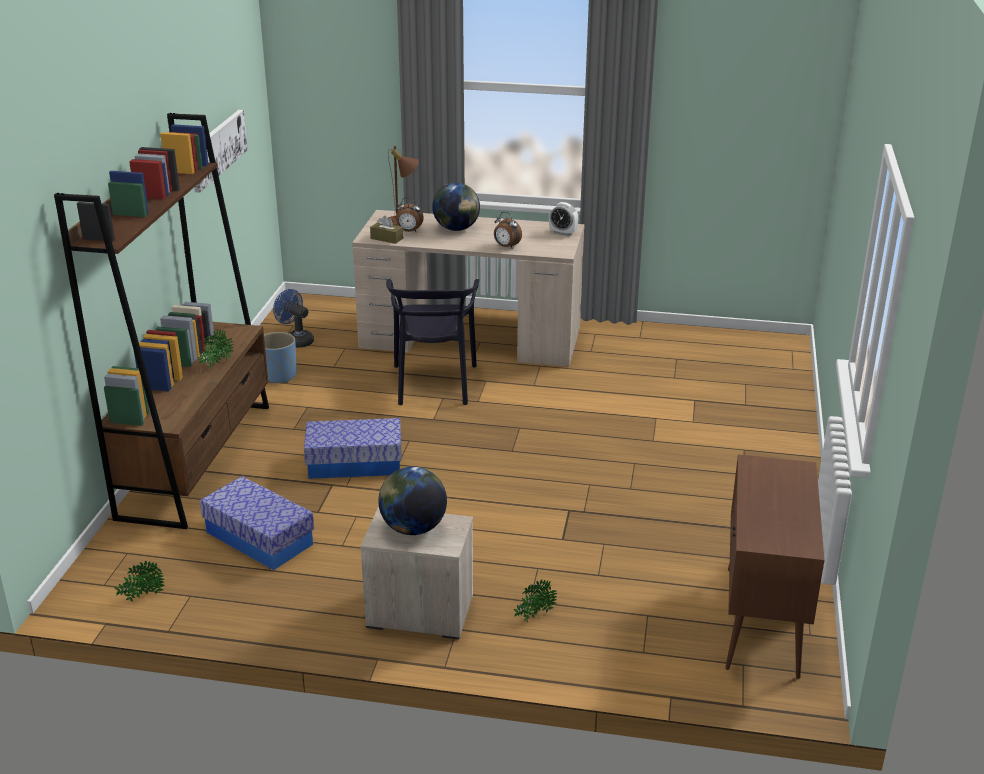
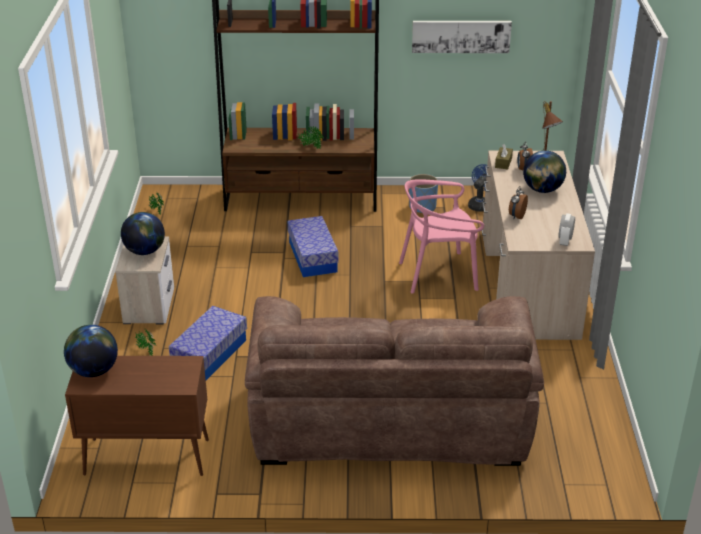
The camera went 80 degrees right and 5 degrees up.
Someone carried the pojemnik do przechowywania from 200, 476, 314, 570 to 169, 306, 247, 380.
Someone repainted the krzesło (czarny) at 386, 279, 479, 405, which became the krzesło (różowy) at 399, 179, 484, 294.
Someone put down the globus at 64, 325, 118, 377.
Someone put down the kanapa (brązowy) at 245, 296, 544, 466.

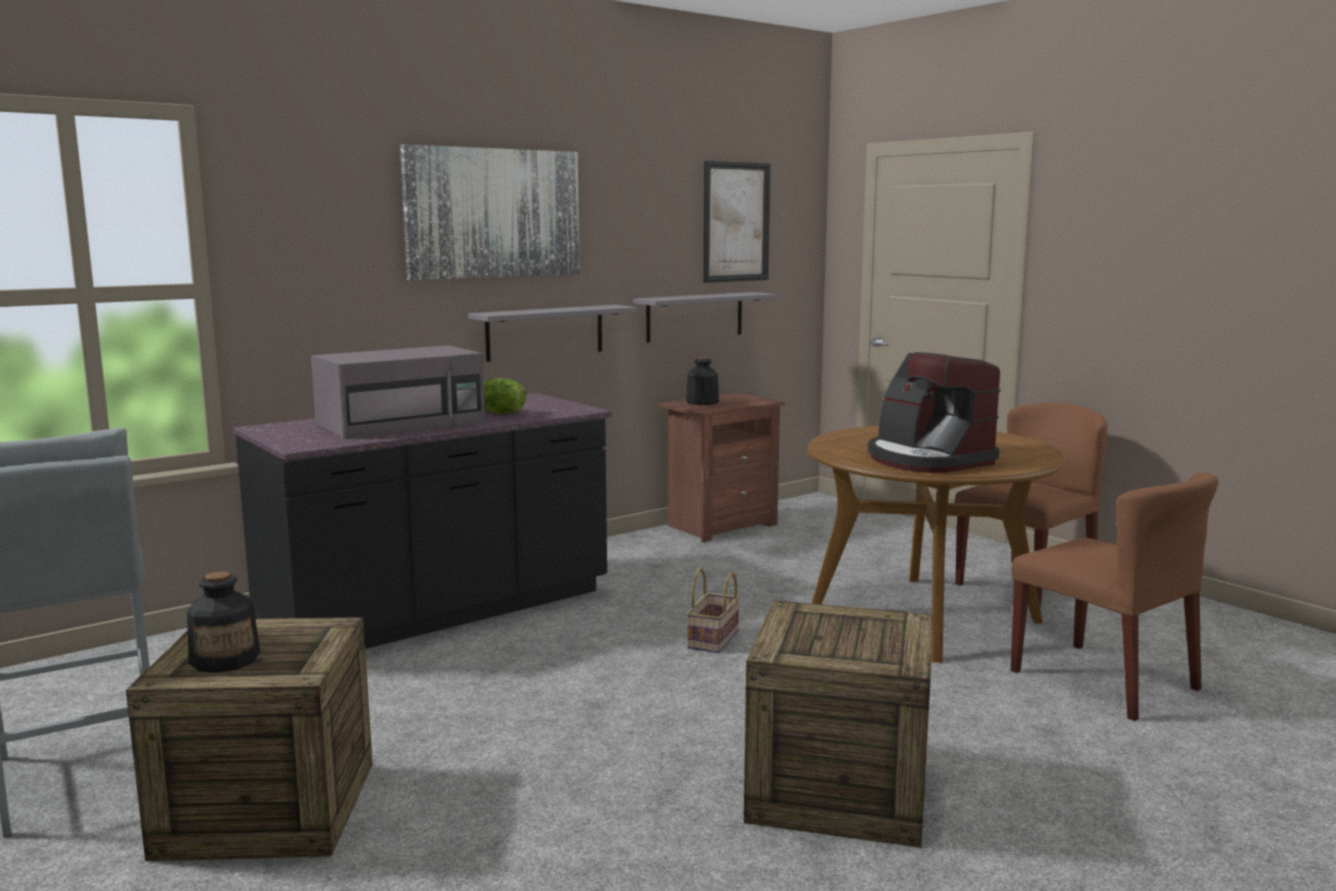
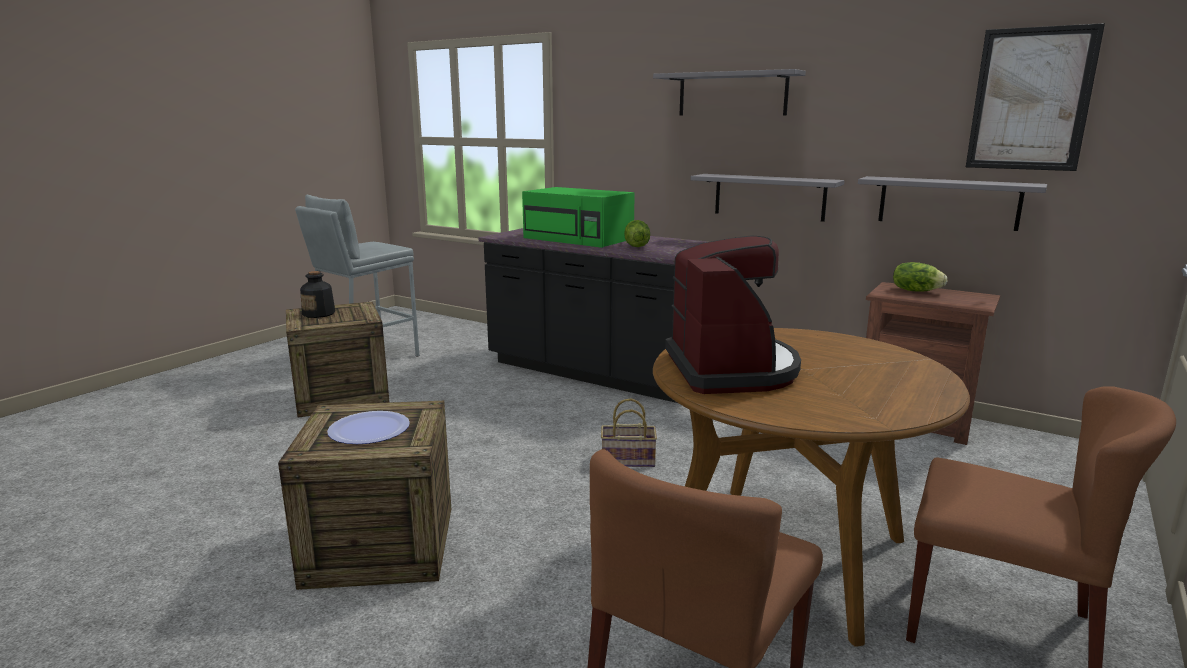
The camera went 70 degrees right and 5 degrees up.
Someone repainted the mikrofalówka (szary) at 311, 345, 485, 439, which became the mikrofalówka (zielony) at 522, 187, 635, 248.
Someone swapped the obraz at 400, 144, 580, 280 for the półka (szary) at 653, 69, 806, 116.
Someone swapped the butelka at 686, 357, 719, 405 for the sałata at 893, 262, 948, 292.
Someone rotated the ekspres do kawy at 868, 352, 1001, 473 by 135 degrees clockwise.
Someone put down the talerz at 327, 411, 410, 444.

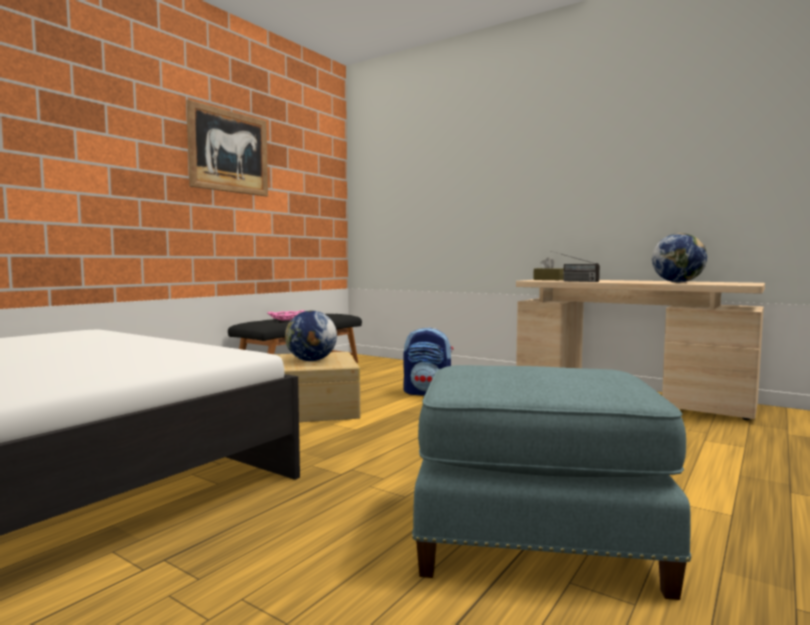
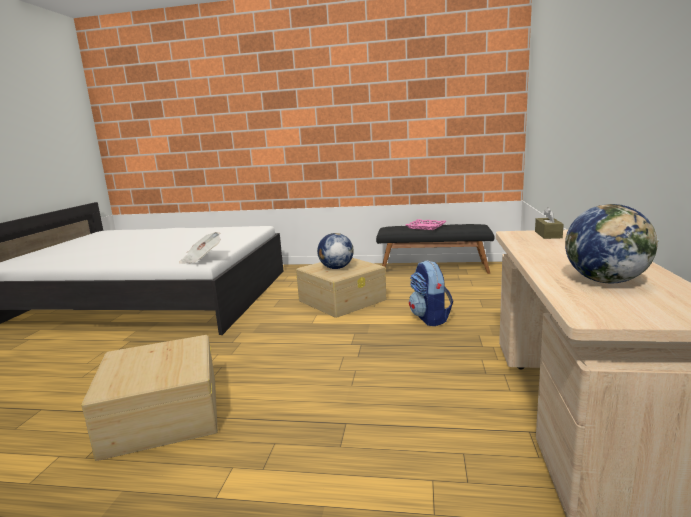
The camera went 65 degrees right and 10 degrees up.
Someone took away the obraz at 186, 100, 268, 196.
Someone swapped the pufa (niebieski) at 412, 365, 691, 600 for the pojemnik do przechowywania (beżowy) at 81, 335, 218, 461.
Someone took away the radio at 551, 251, 600, 282.
Someone put down the gazeta at 179, 232, 221, 264.

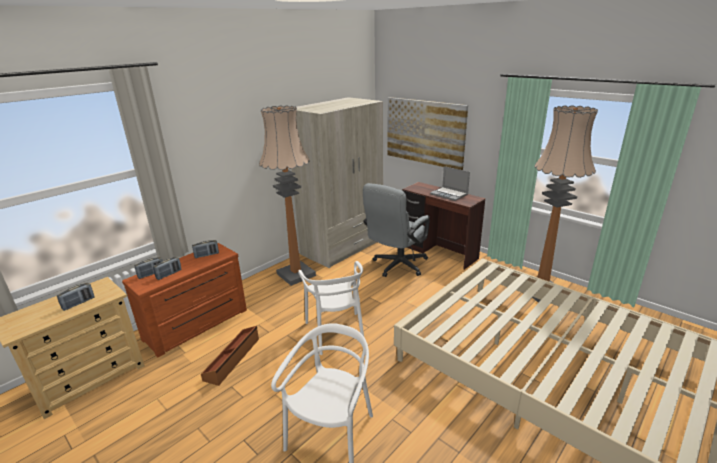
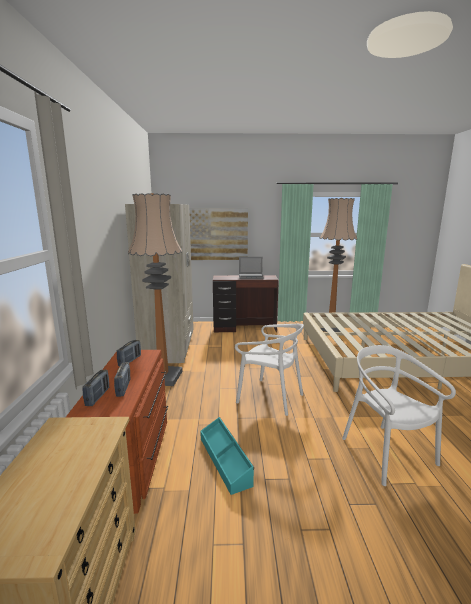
The camera went 45 degrees left and 10 degrees down.
Someone took away the radio at 57, 283, 95, 311.
Someone repainted the pojemnik do przechowywania (brązowy) at 201, 326, 259, 386, which became the pojemnik do przechowywania (turkusowy) at 200, 417, 254, 495.
Someone took away the krzesło biurowe (szary) at 363, 183, 430, 277.

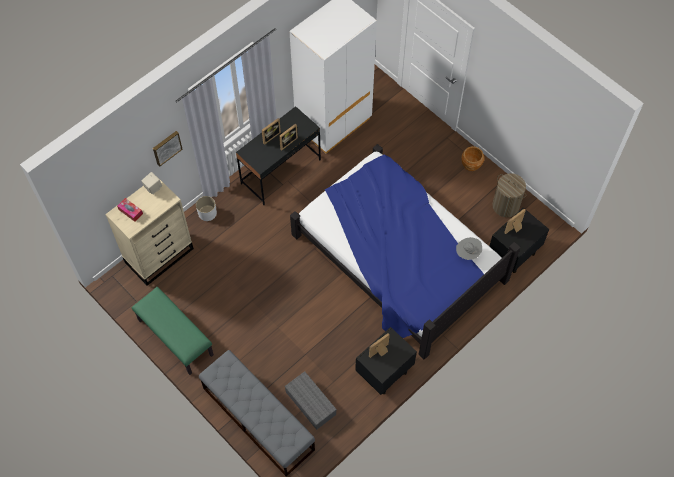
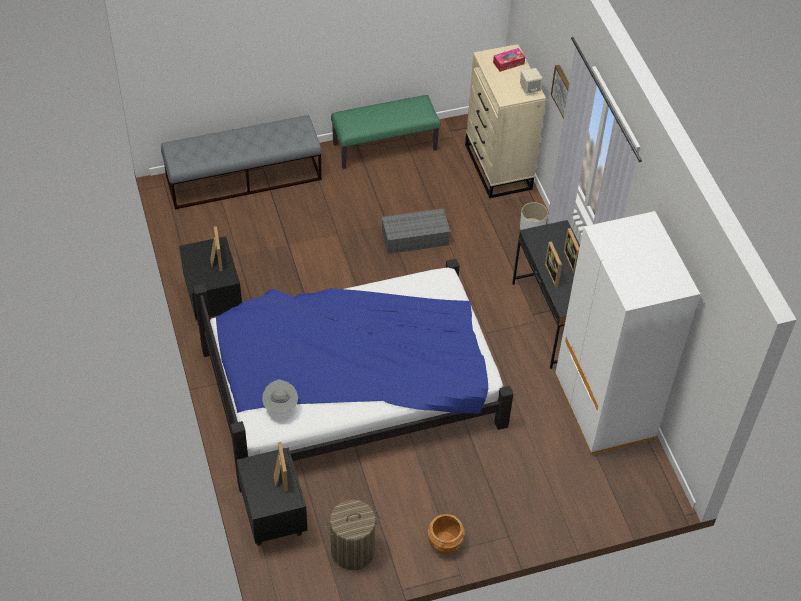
The camera went 115 degrees right and 10 degrees down.
Someone carried the pojemnik do przechowywania (szary) from 285, 371, 337, 430 to 382, 208, 450, 254.

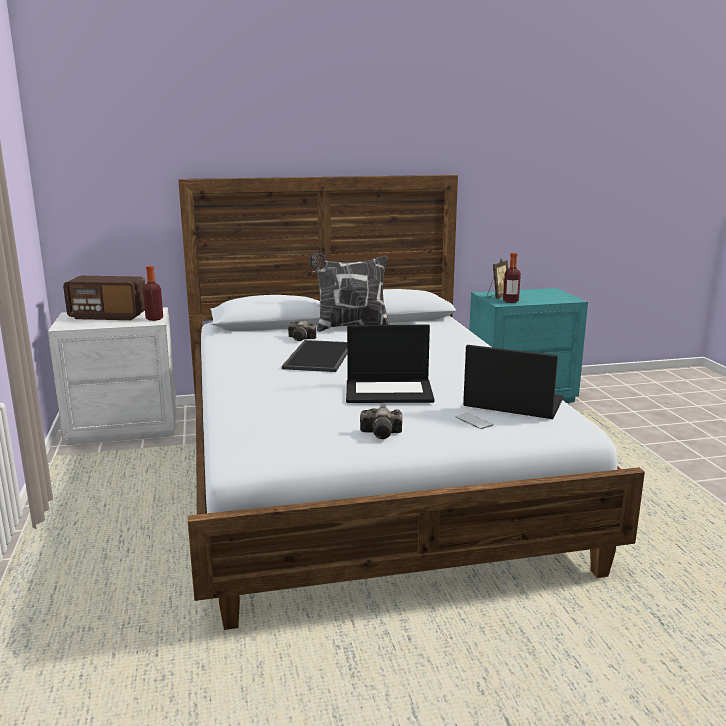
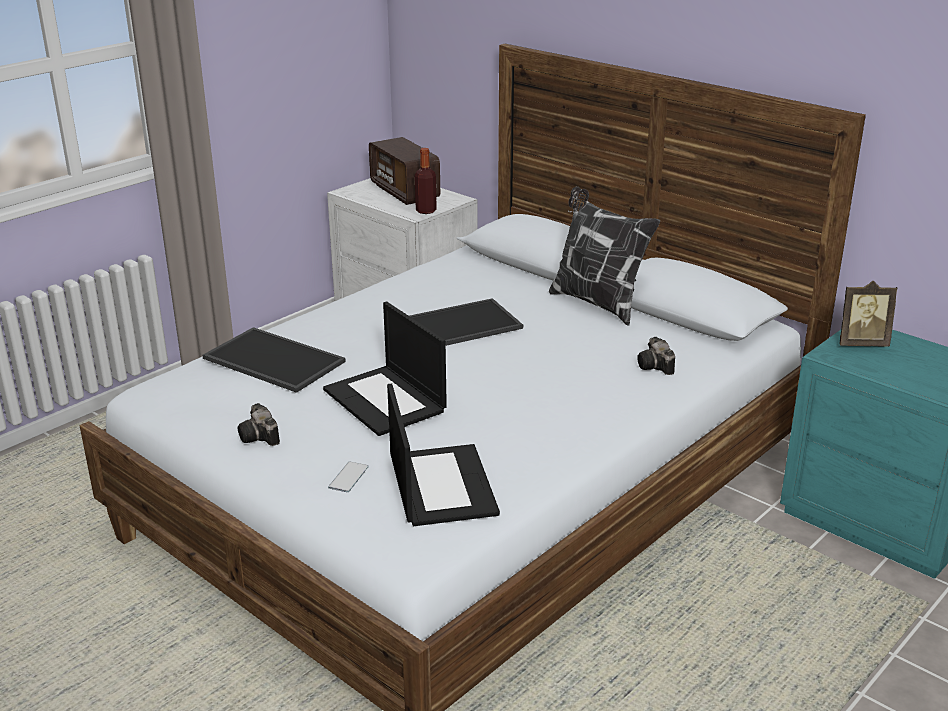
The camera went 55 degrees right and 10 degrees up.
Someone carried the aparat fotograficzny from 288, 320, 316, 341 to 637, 337, 675, 375.
Someone took away the butelka at 503, 253, 521, 303.
Someone put down the taca at 202, 327, 346, 393.

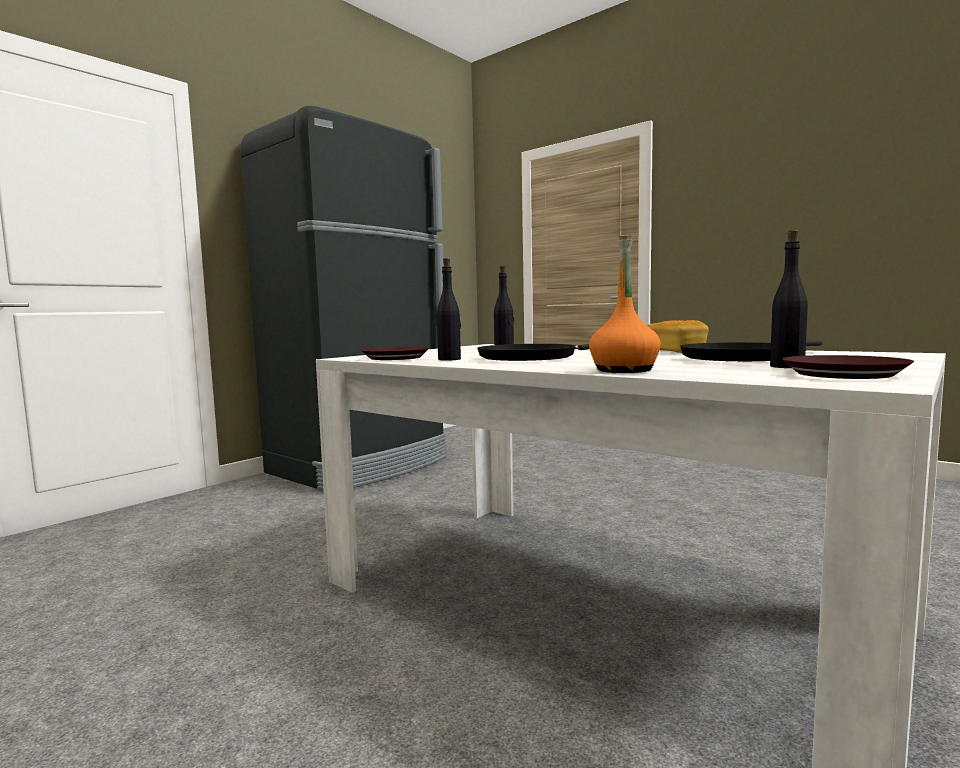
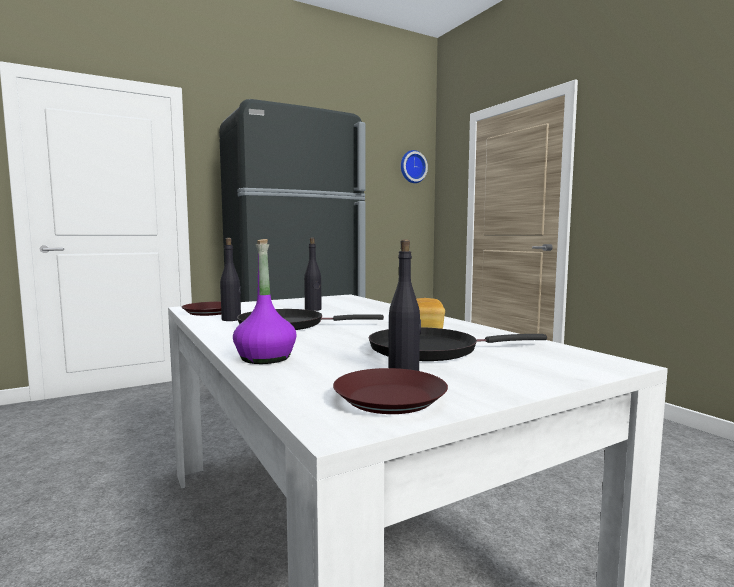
The camera went 20 degrees right and 0 degrees up.
Someone repainted the butelka (pomarańczowy) at 589, 235, 661, 373, which became the butelka (fioletowy) at 233, 239, 296, 364.
Someone put up the zegar ścienny at 401, 150, 428, 183.

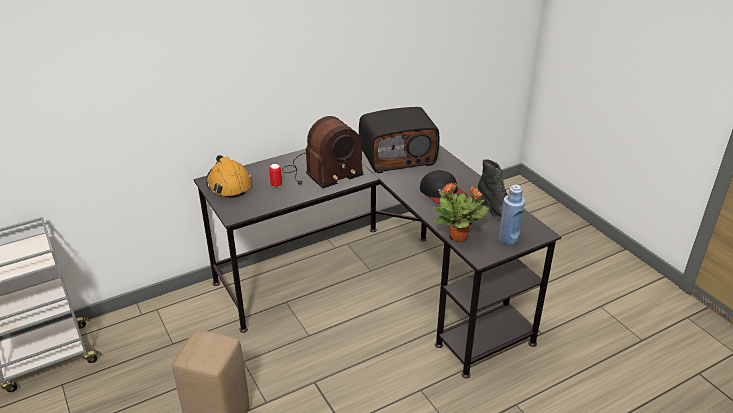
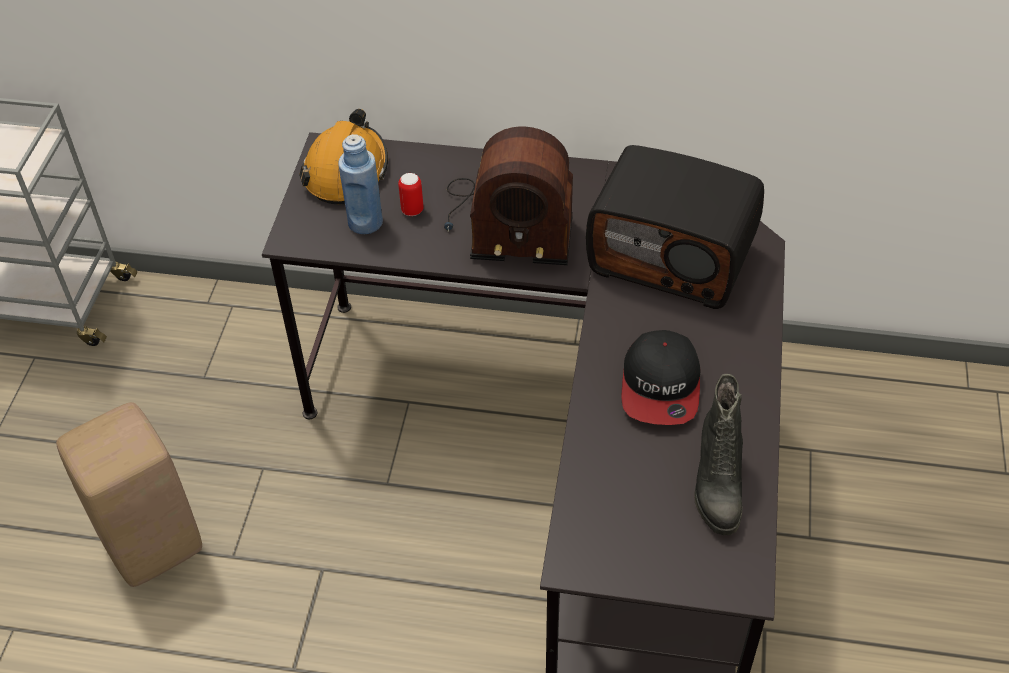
The camera went 40 degrees right and 15 degrees up.
Someone took away the roślina doniczkowa at 433, 182, 489, 242.
Someone carried the butelka (niebieski) from 499, 185, 525, 245 to 338, 134, 383, 235.

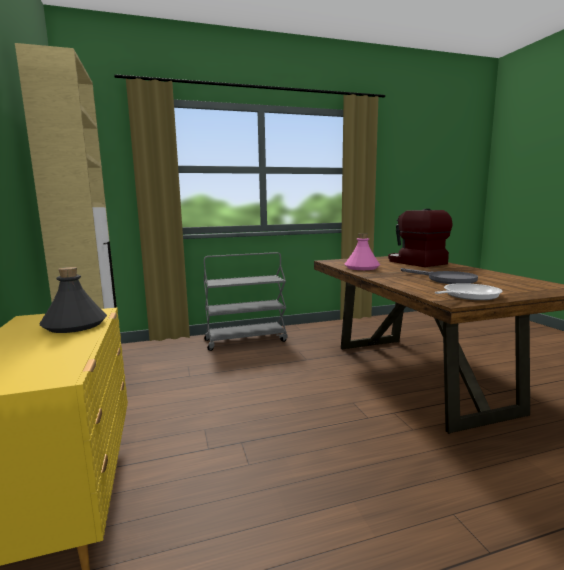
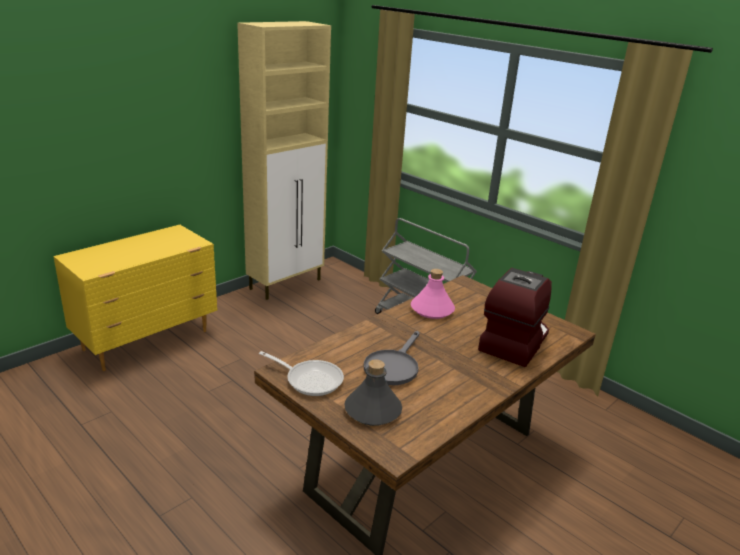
The camera went 60 degrees right and 15 degrees up.
Someone carried the butelka (szary) from 39, 267, 107, 333 to 344, 359, 402, 426.

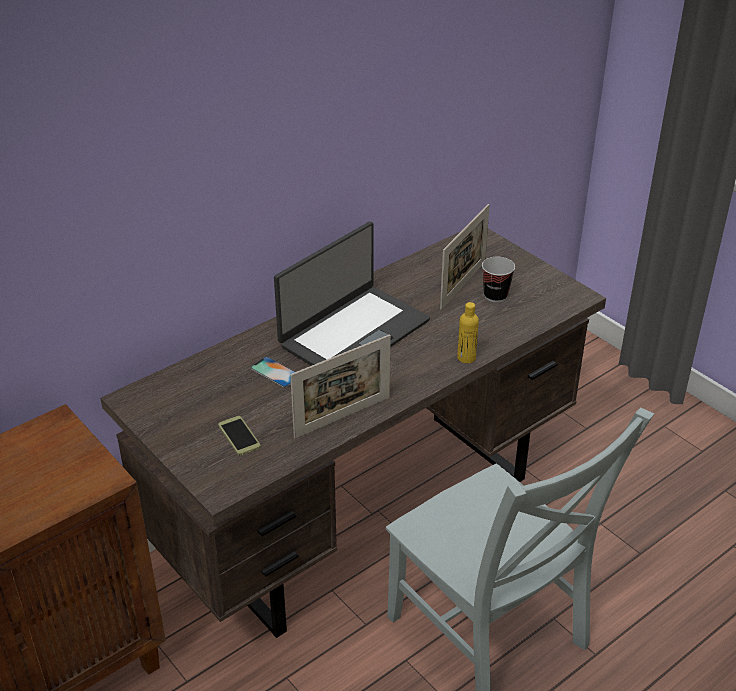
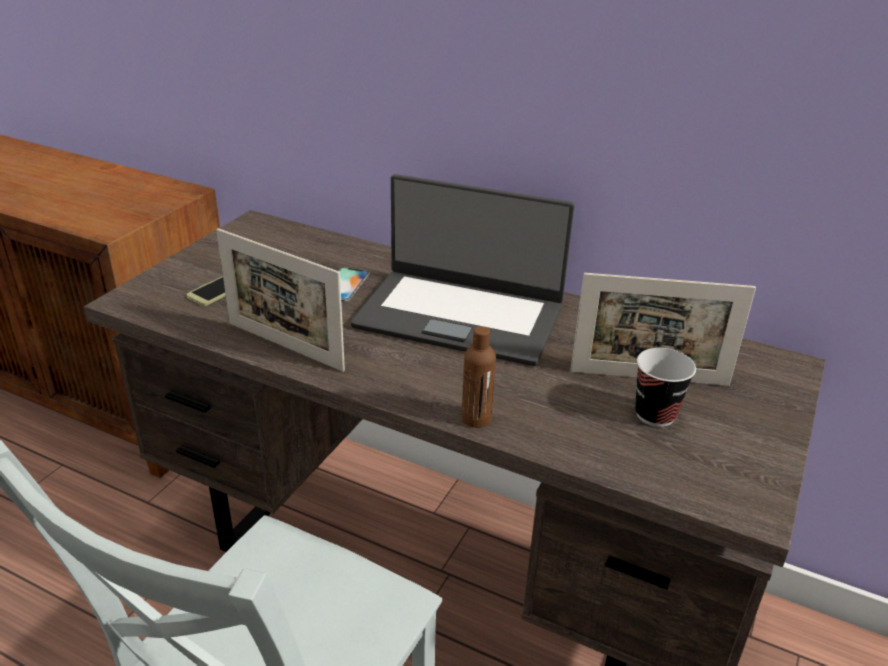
The camera went 65 degrees right and 5 degrees down.
Someone repainted the butelka (żółty) at 457, 302, 479, 363, which became the butelka (brązowy) at 462, 326, 496, 428.

